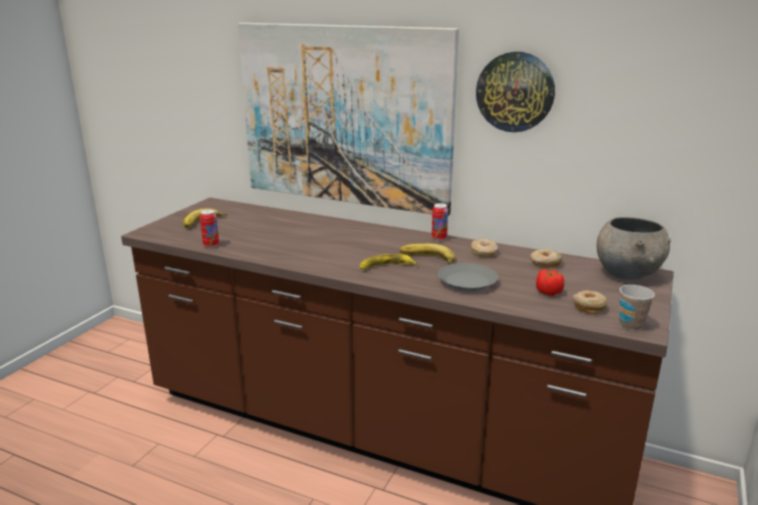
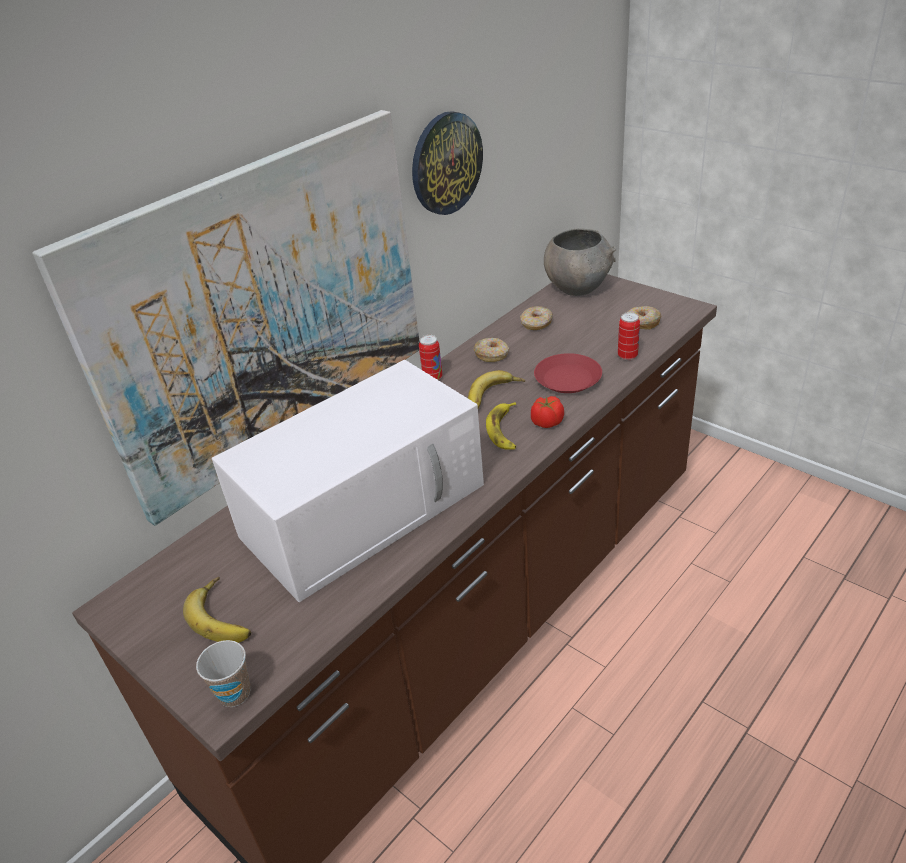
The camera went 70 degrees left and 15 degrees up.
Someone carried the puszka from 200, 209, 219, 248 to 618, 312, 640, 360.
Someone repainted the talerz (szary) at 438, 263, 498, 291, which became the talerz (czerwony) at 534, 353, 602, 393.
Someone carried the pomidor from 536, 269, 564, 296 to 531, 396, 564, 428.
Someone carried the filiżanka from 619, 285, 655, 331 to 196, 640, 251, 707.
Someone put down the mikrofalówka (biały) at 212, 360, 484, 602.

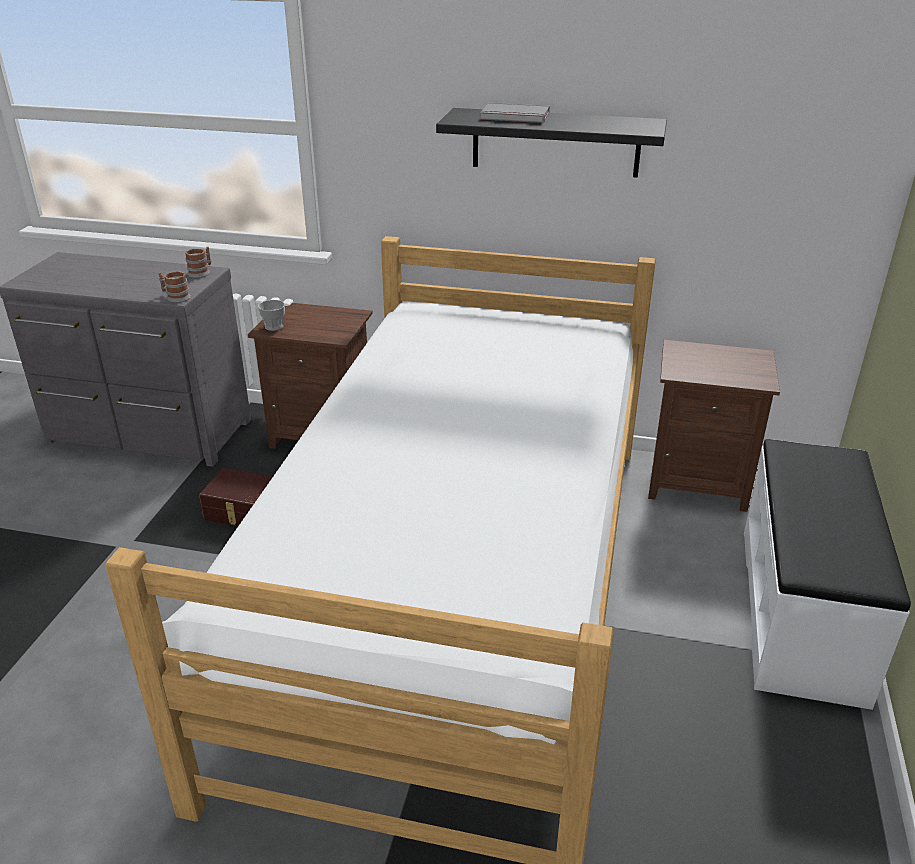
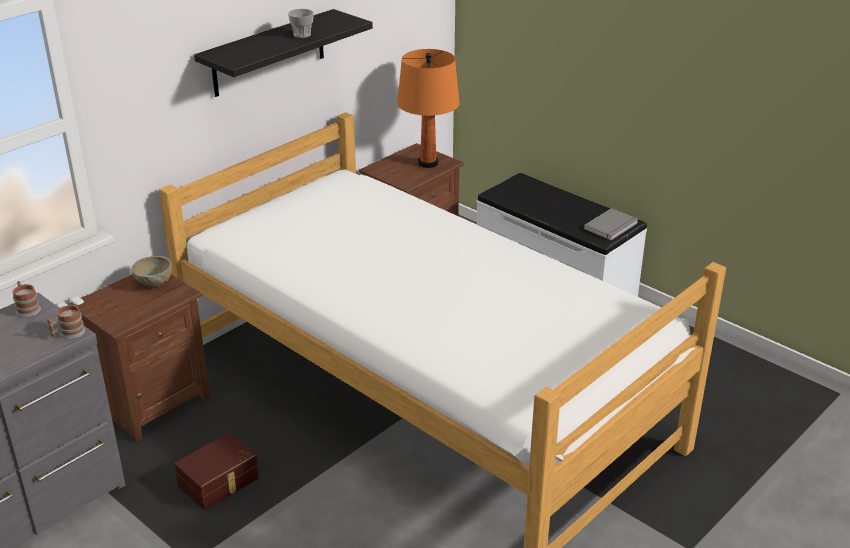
The camera went 60 degrees left and 0 degrees up.
Someone carried the filiżanka from 258, 300, 285, 331 to 288, 9, 314, 38.
Someone carried the książka (szary) from 480, 103, 550, 123 to 584, 208, 638, 240.
Someone put down the miska (beżowy) at 132, 256, 172, 287.
Someone put down the lampa stołowa (pomarańczowy) at 397, 49, 460, 168.

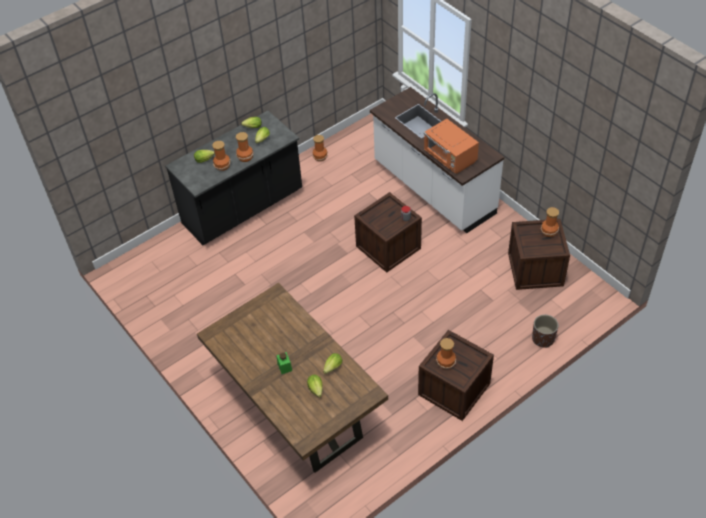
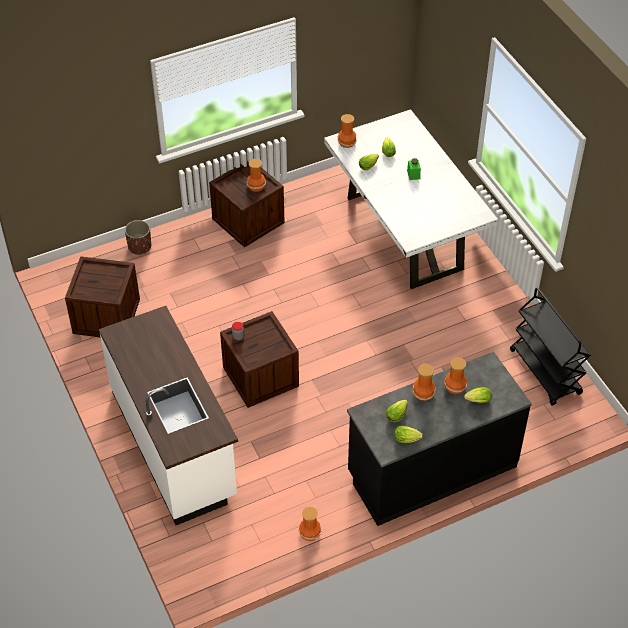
The camera went 170 degrees left and 0 degrees up.
Someone repainted the stół jadalny (brązowy) at 197, 283, 388, 473, which became the stół jadalny (biały) at 324, 109, 498, 289.
Someone took away the mikrofalówka (pomarańczowy) at 424, 119, 479, 174.
Someone carried the wazon from 541, 207, 559, 237 to 338, 114, 357, 148.
Someone put down the wózek (czarny) at 510, 288, 591, 406.

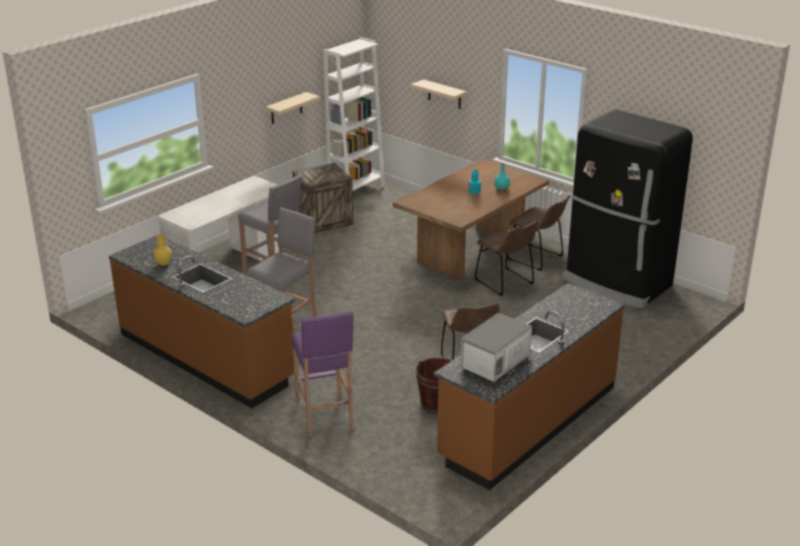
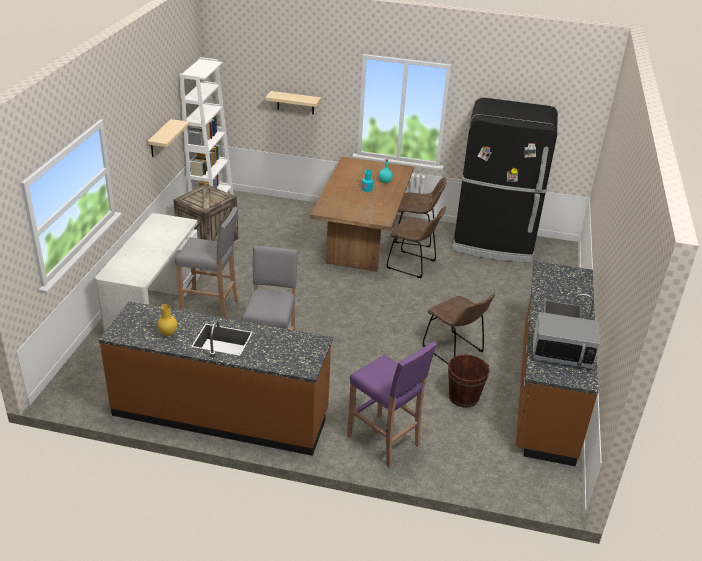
The camera went 30 degrees left and 5 degrees up.
Someone rotated the mikrofalówka at 461, 313, 532, 382 by 90 degrees counterclockwise.

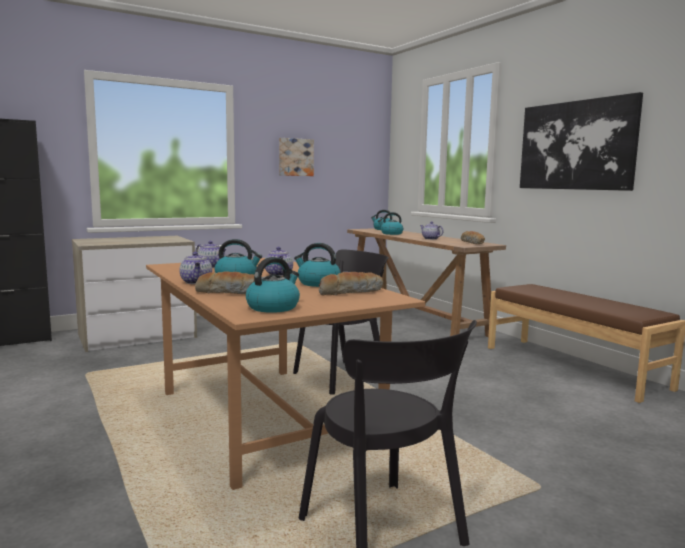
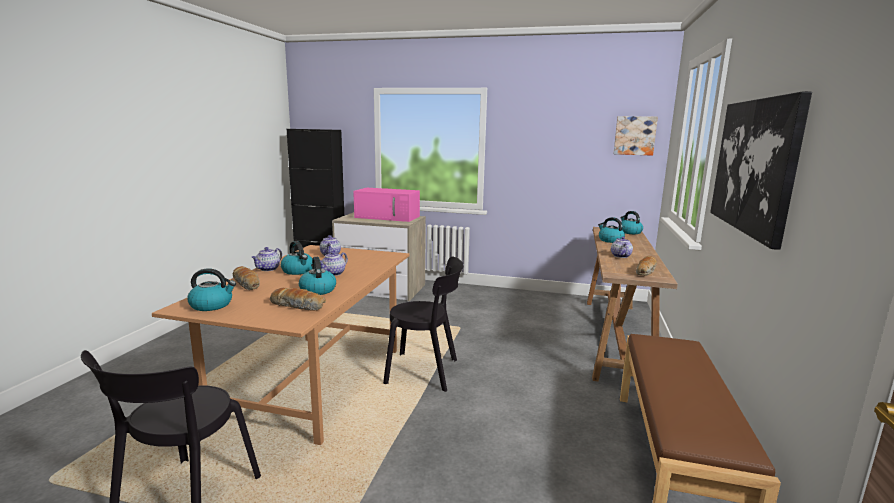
The camera went 45 degrees right and 5 degrees up.
Someone carried the obraz from 279, 138, 314, 176 to 614, 116, 658, 156.
Someone put down the mikrofalówka (różowy) at 353, 188, 420, 222.

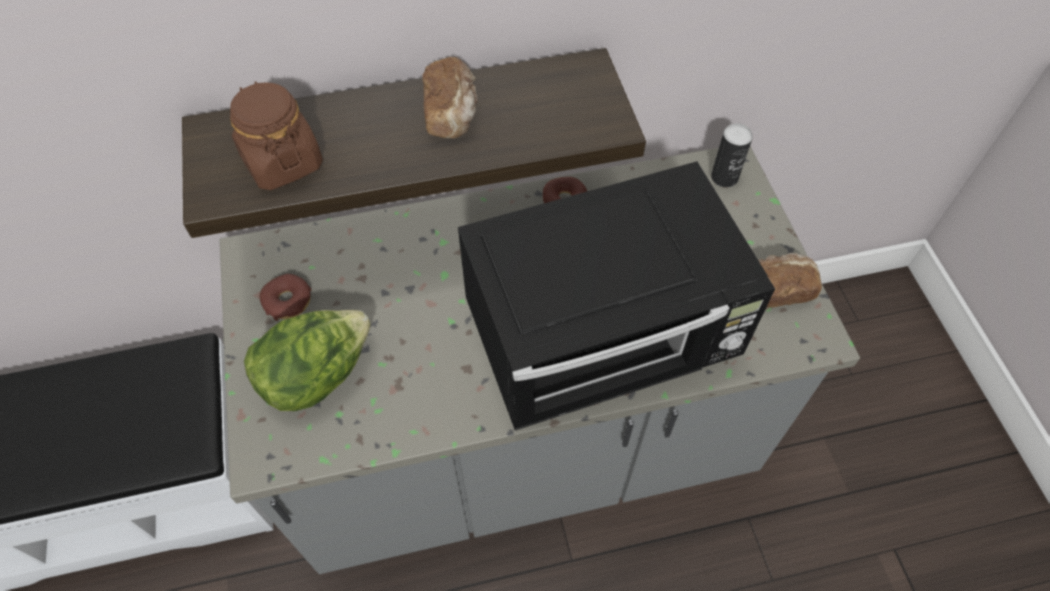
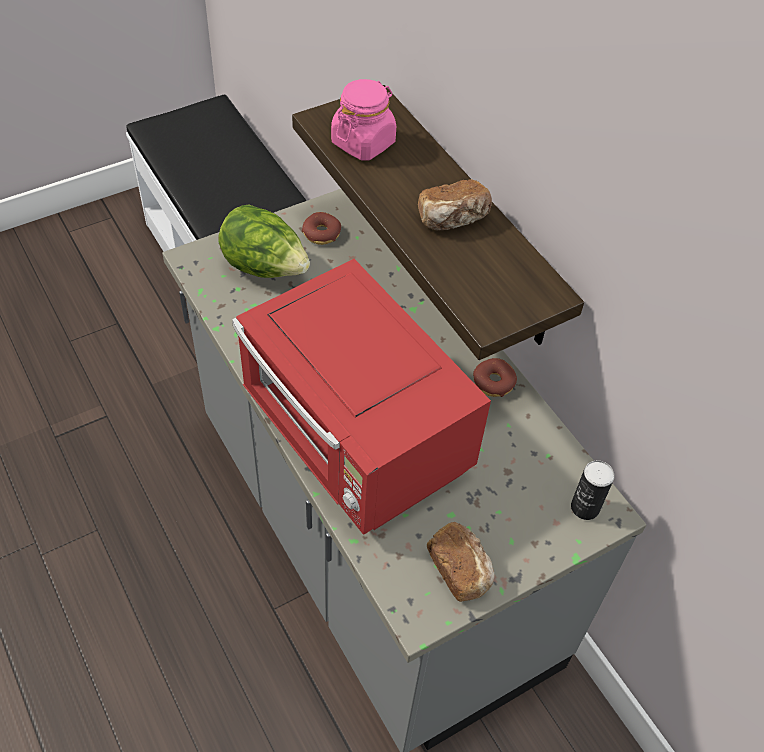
The camera went 70 degrees right and 5 degrees down.
Someone repainted the słoik (brązowy) at 230, 81, 323, 190, which became the słoik (różowy) at 331, 79, 396, 160.
Someone repainted the mikrofalówka (czarny) at 458, 161, 775, 430, which became the mikrofalówka (czerwony) at 232, 259, 491, 535.

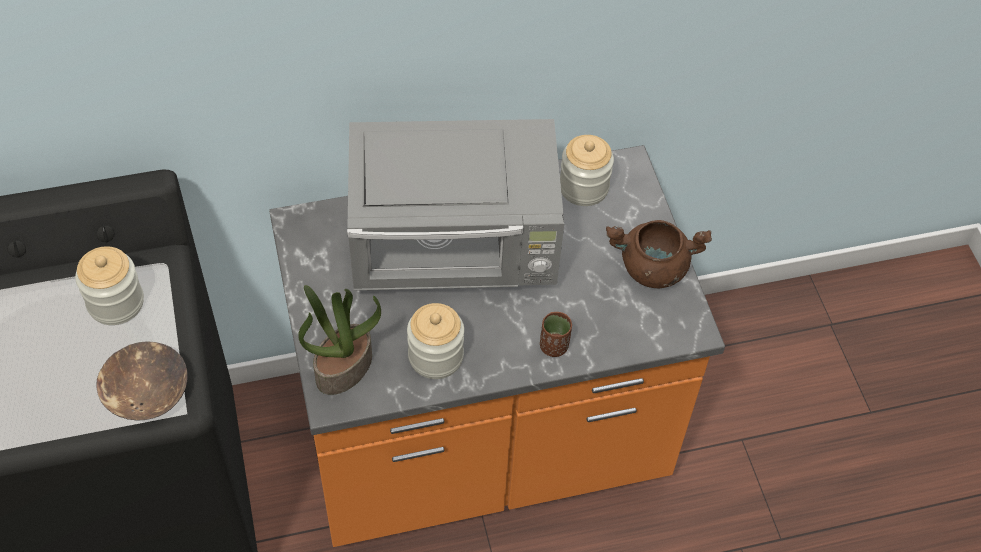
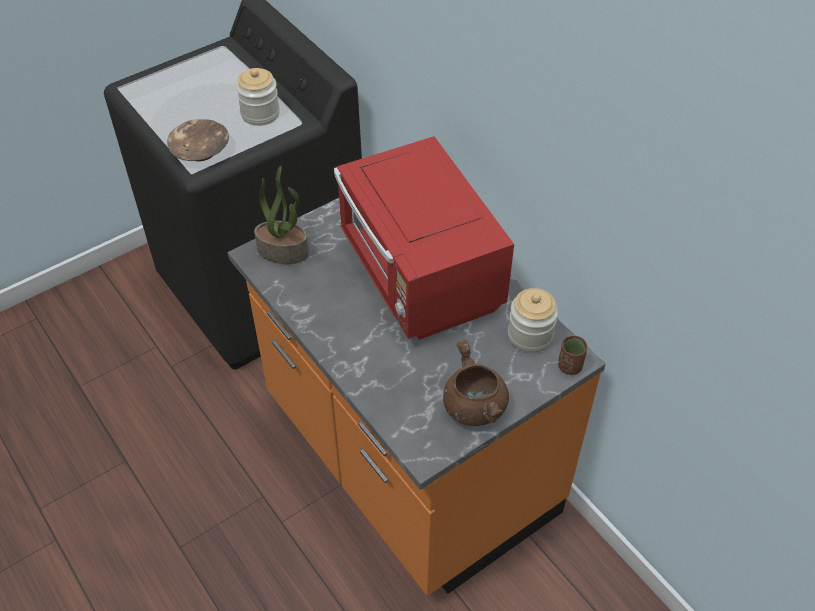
The camera went 70 degrees right and 5 degrees down.
Someone repainted the mikrofalówka (szary) at 347, 119, 564, 291, which became the mikrofalówka (czerwony) at 334, 136, 514, 340.
Someone took away the słoik at 407, 303, 464, 379.
Someone carried the filiżanka (brązowy) from 540, 312, 572, 357 to 558, 335, 587, 375.

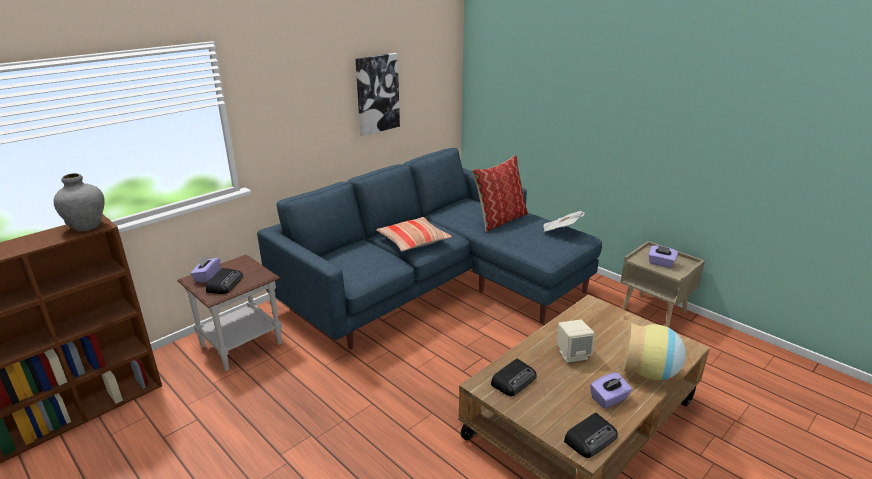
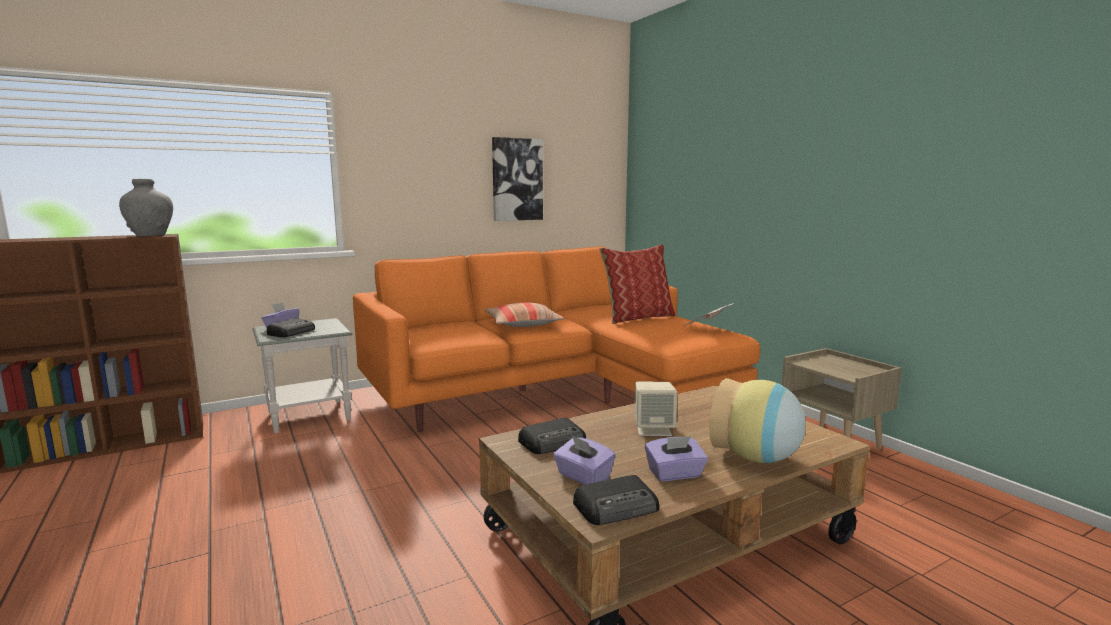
The camera went 15 degrees right and 15 degrees down.
Someone repainted the stolik (brązowy) at 177, 255, 282, 371, which became the stolik (szary) at 253, 318, 353, 434.
Someone repainted the kanapa (niebieski) at 257, 148, 602, 349, which became the kanapa (pomarańczowy) at 353, 246, 760, 432.
Someone carried the pudełko chusteczek (fioletowy) from 648, 245, 678, 268 to 553, 435, 615, 485.

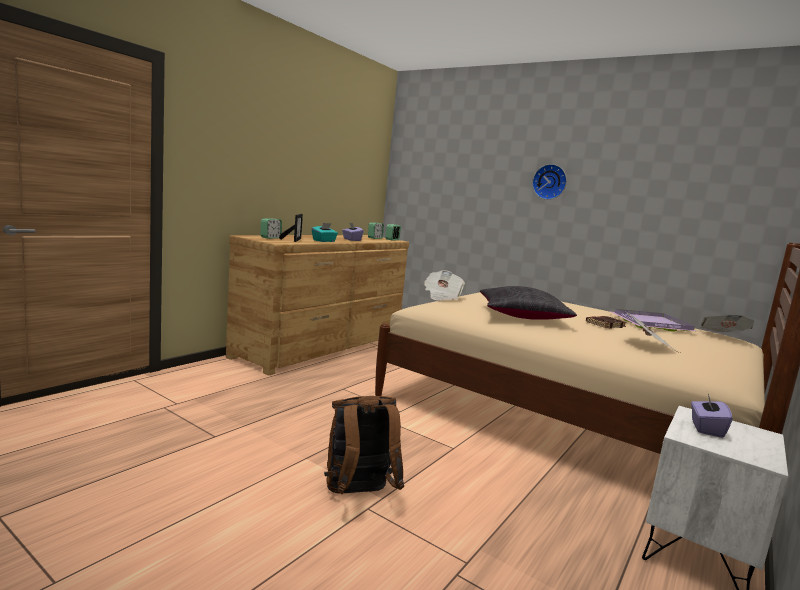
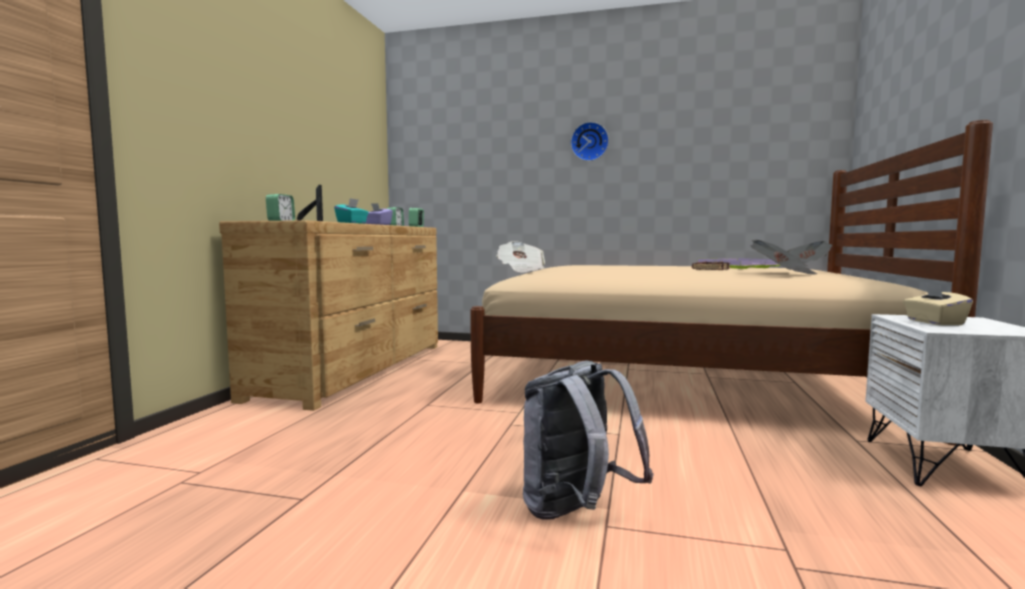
The camera went 20 degrees left and 5 degrees down.
Someone repainted the plecak (brązowy) at 324, 396, 404, 495, which became the plecak (szary) at 523, 361, 654, 519.
Someone took away the poduszka (czarny) at 480, 286, 577, 320.
Someone repainted the pudełko chusteczek (fioletowy) at 691, 394, 733, 438, which became the pudełko chusteczek (beżowy) at 903, 283, 973, 325.

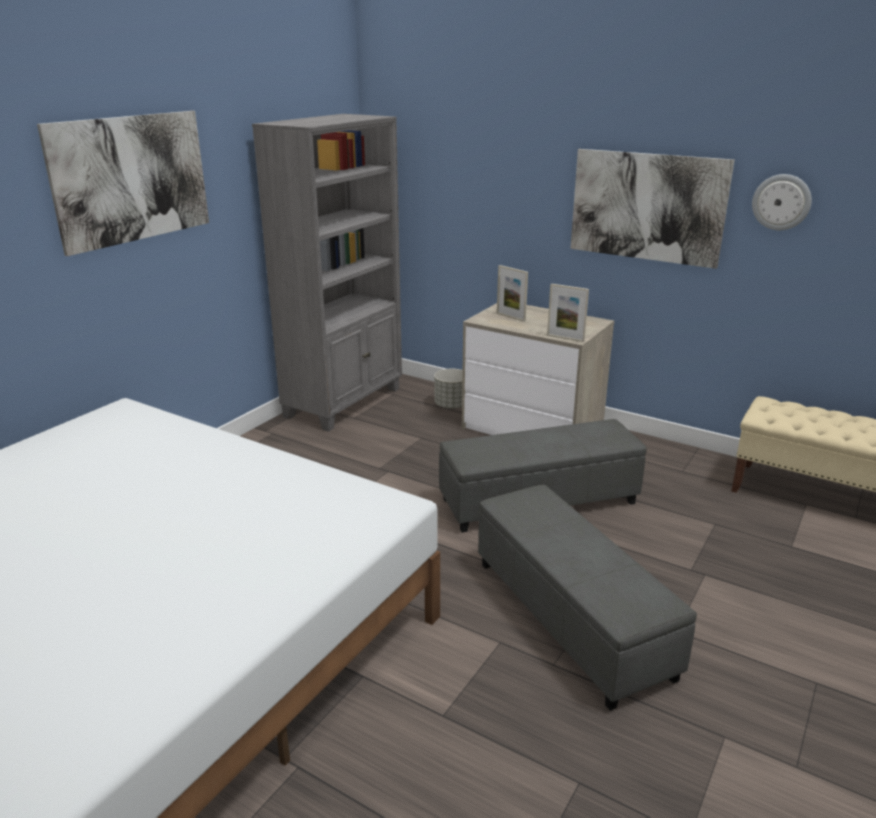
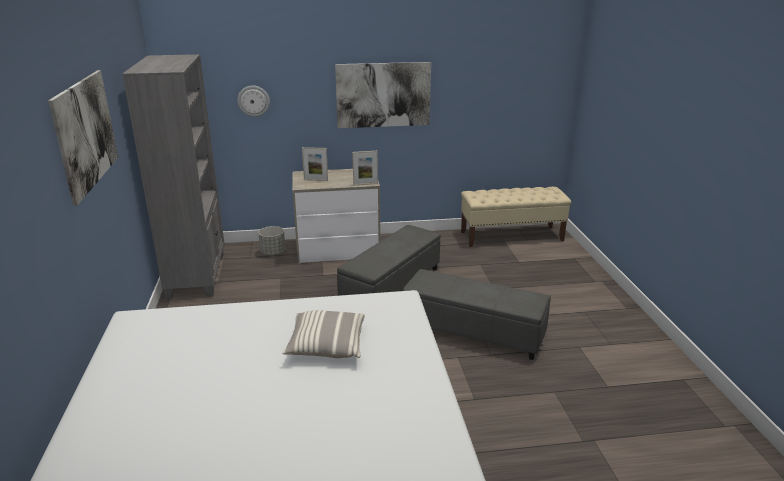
The camera went 40 degrees left and 0 degrees up.
Someone carried the zegar ścienny from 752, 174, 812, 230 to 237, 85, 270, 117.
Someone put down the poduszka at 282, 310, 365, 358.

